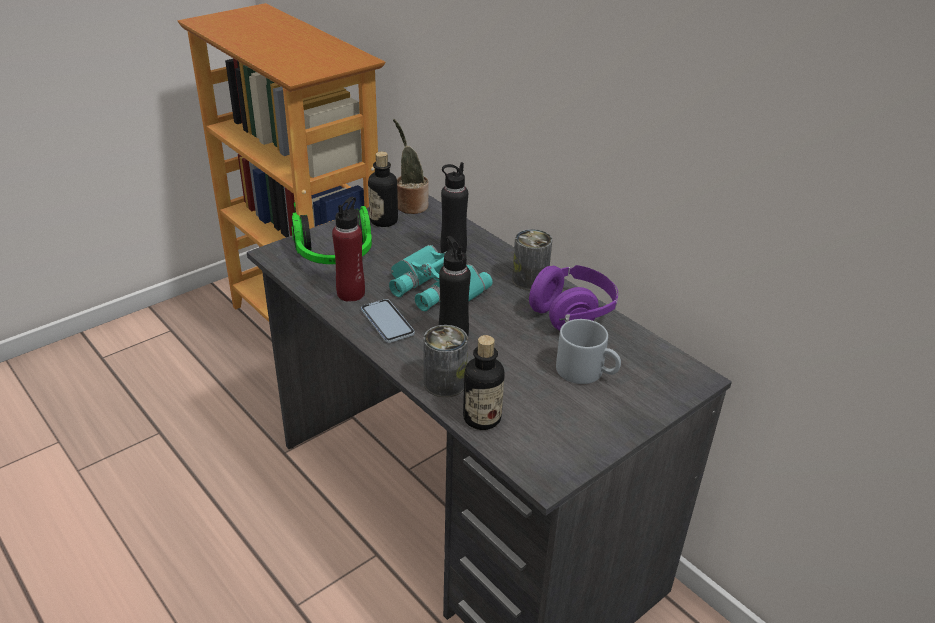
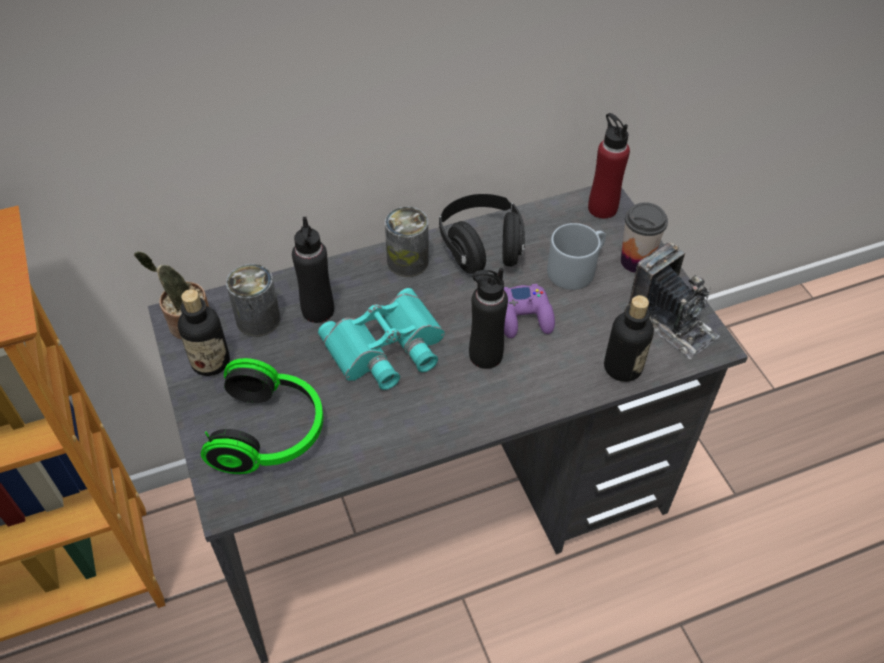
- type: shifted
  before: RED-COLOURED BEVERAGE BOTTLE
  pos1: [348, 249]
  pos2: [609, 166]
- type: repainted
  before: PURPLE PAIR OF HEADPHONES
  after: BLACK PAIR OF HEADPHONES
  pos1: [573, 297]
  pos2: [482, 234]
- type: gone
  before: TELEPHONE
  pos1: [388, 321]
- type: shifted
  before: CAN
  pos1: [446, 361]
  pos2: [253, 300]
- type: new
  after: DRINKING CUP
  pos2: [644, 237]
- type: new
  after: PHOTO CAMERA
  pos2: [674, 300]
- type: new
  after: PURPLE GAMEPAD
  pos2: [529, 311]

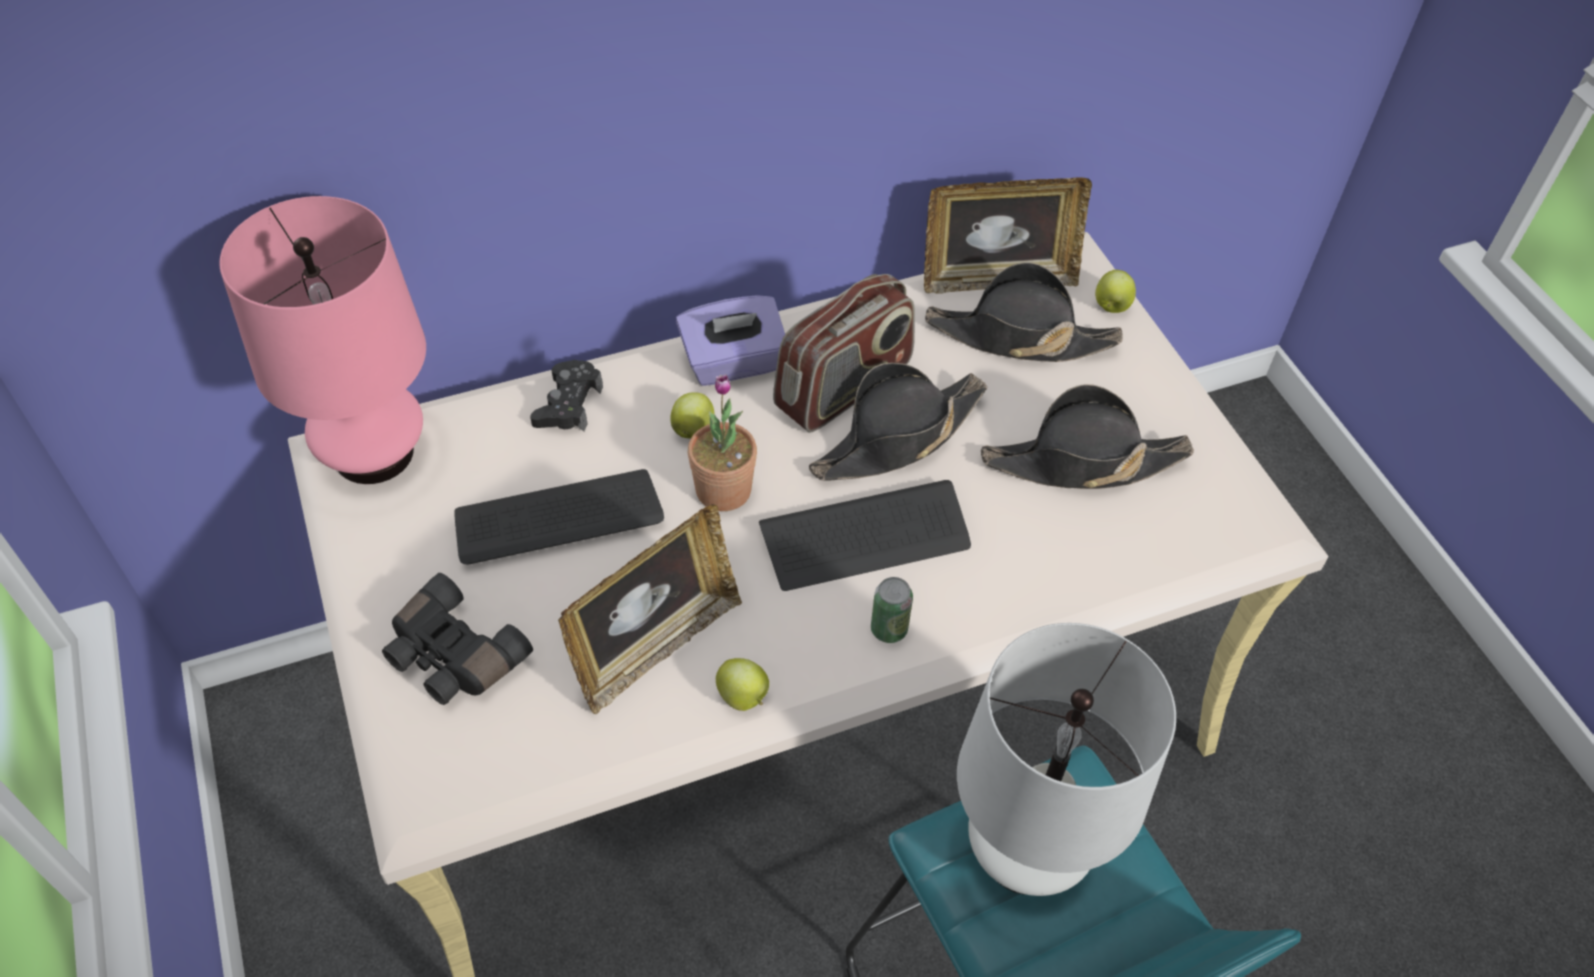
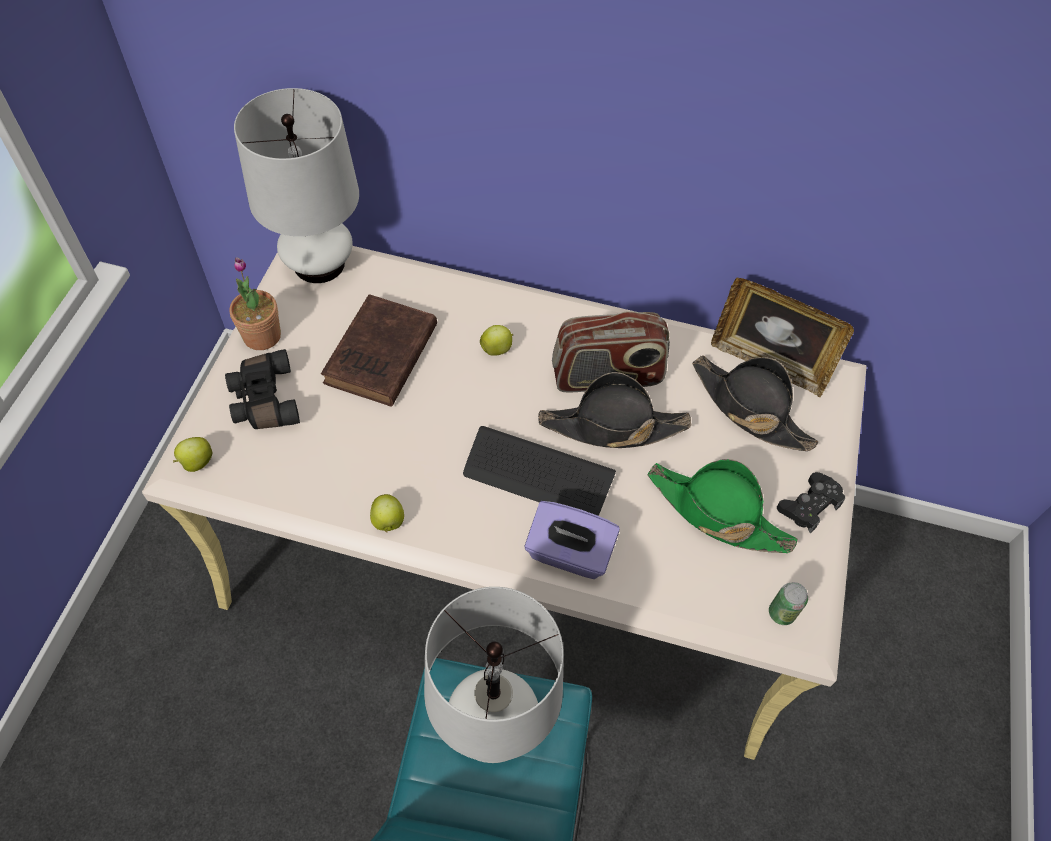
- type: repainted
  before: PINK LAMP FOR A TABLE
  after: WHITE LAMP FOR A TABLE
  pos1: [322, 340]
  pos2: [296, 185]
- type: shifted
  before: WHOLE APPLE
  pos1: [1115, 291]
  pos2: [192, 454]
- type: shifted
  before: PURPLE TISSUE HOLDER
  pos1: [730, 340]
  pos2: [572, 540]
- type: shifted
  before: BLACK GAMEPAD
  pos1: [566, 395]
  pos2: [811, 502]
- type: shifted
  before: HOUSEPLANT
  pos1: [722, 442]
  pos2: [255, 304]
- type: repainted
  before: BLACK WEARABLE HAT
  after: GREENISH WEARABLE HAT
  pos1: [1087, 436]
  pos2: [723, 506]
- type: swapped
  before: KEYBOARD
  after: BROWN-COLOURED VOLUME
  pos1: [559, 517]
  pos2: [379, 350]
- type: gone
  before: PICTURE FRAME
  pos1: [650, 609]
- type: shifted
  before: CAN
  pos1: [892, 610]
  pos2: [788, 603]

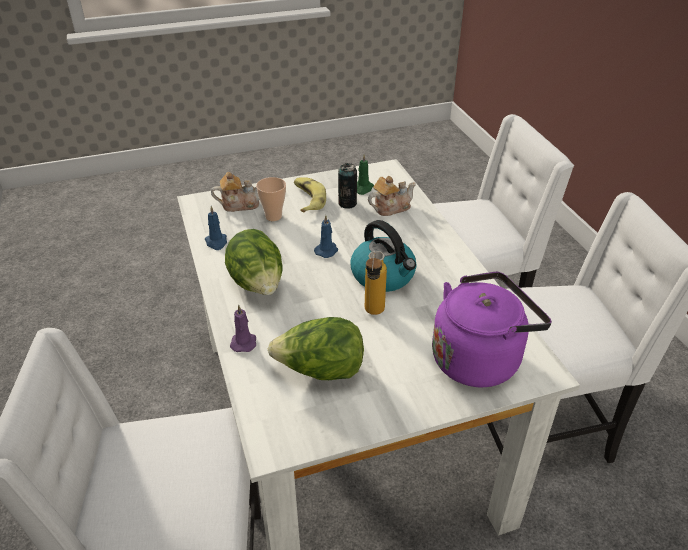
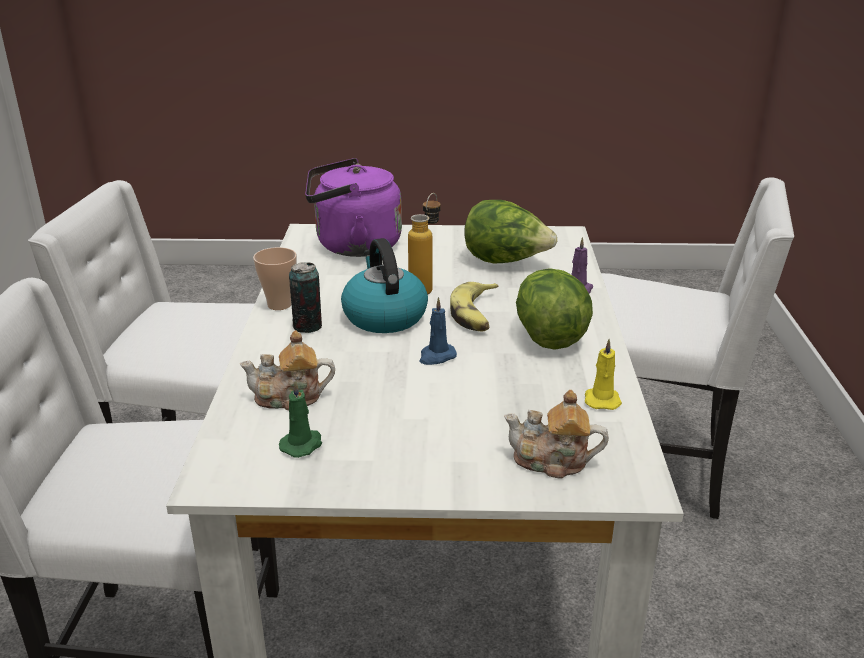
- type: shifted
  before: CAN
  pos1: [347, 186]
  pos2: [305, 297]
- type: shifted
  before: DRINKING CUP
  pos1: [271, 199]
  pos2: [275, 278]
- type: shifted
  before: BANANA FRUIT
  pos1: [310, 194]
  pos2: [474, 306]
- type: repainted
  before: BLUE WAX LIGHT
  after: YELLOW WAX LIGHT
  pos1: [216, 228]
  pos2: [603, 374]

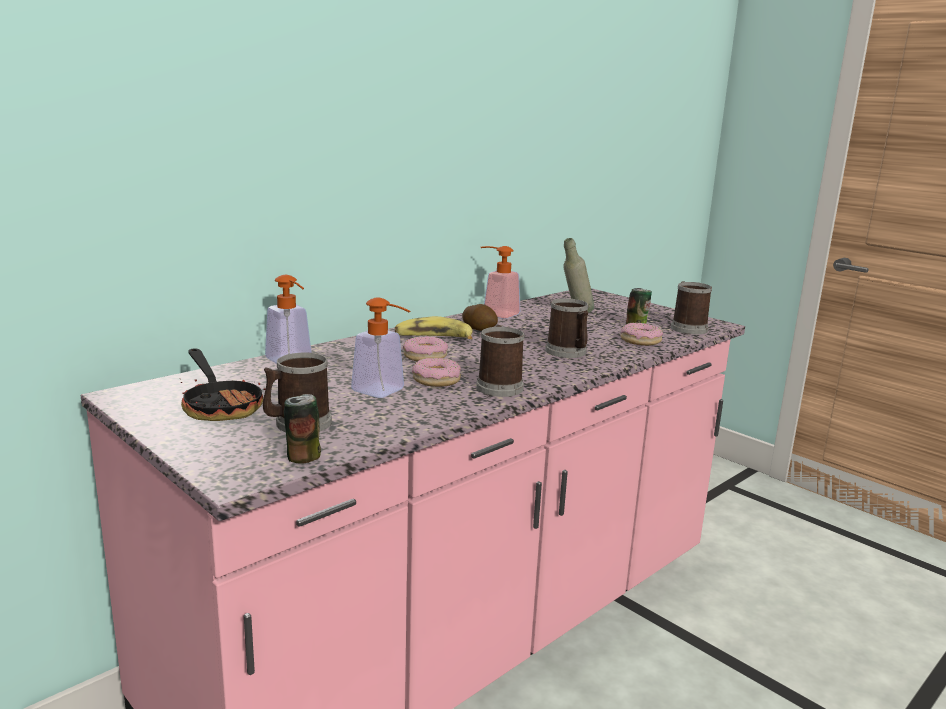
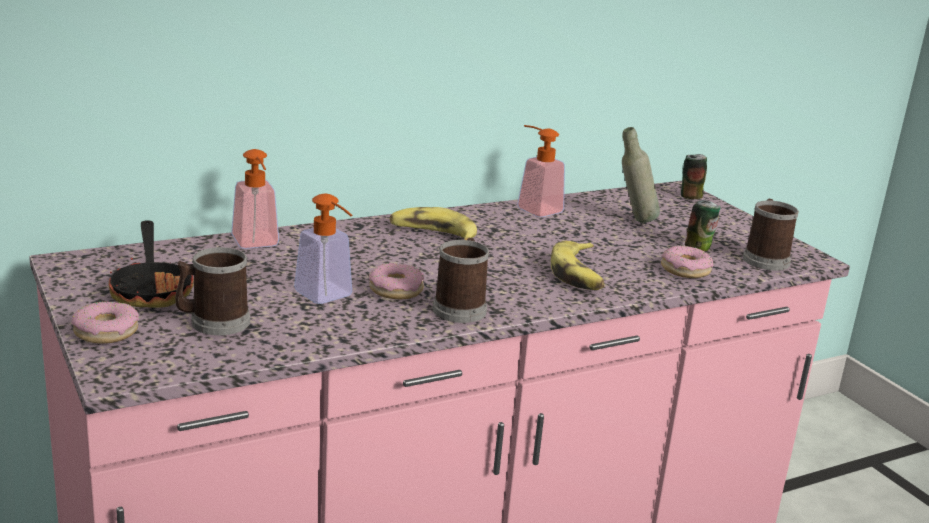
- type: swapped
  before: MUG
  after: BANANA FRUIT
  pos1: [567, 328]
  pos2: [578, 265]
- type: gone
  before: SPUD
  pos1: [480, 317]
- type: shifted
  before: DOUGHNUT
  pos1: [425, 348]
  pos2: [105, 322]
- type: shifted
  before: CAN
  pos1: [302, 429]
  pos2: [694, 176]

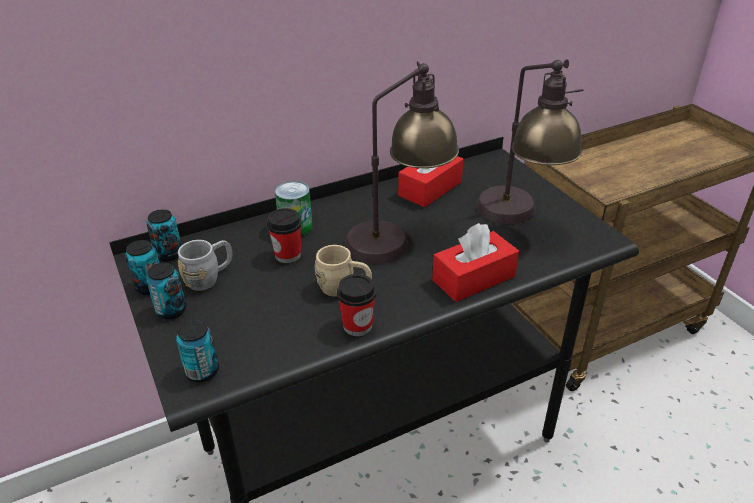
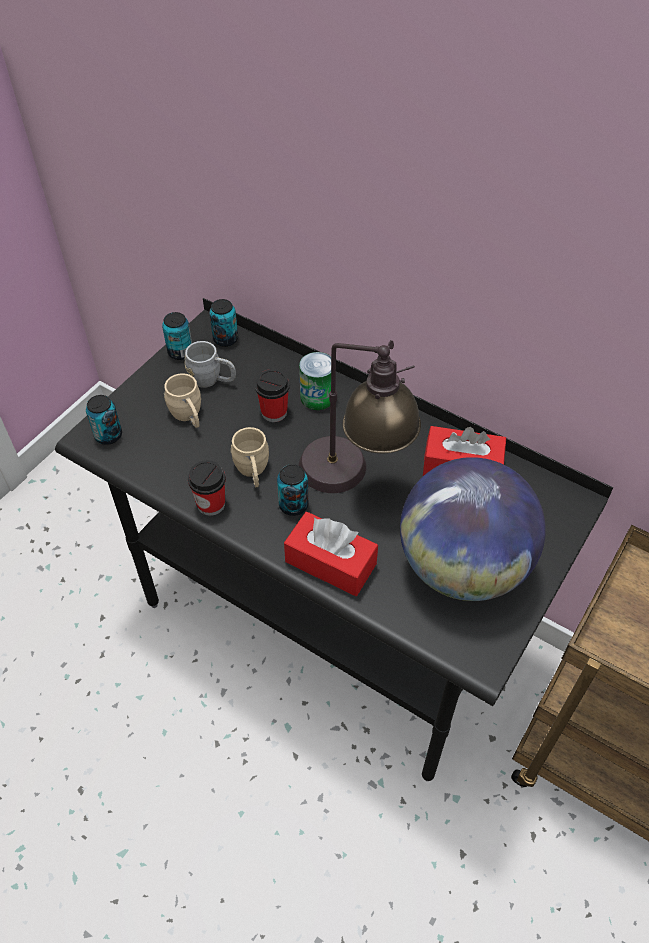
- type: swapped
  before: LAMP FOR A TABLE
  after: WORLD GLOBE
  pos1: [530, 141]
  pos2: [473, 529]
- type: shifted
  before: CAN
  pos1: [166, 291]
  pos2: [292, 490]
- type: new
  after: BEIGE MUG
  pos2: [182, 400]

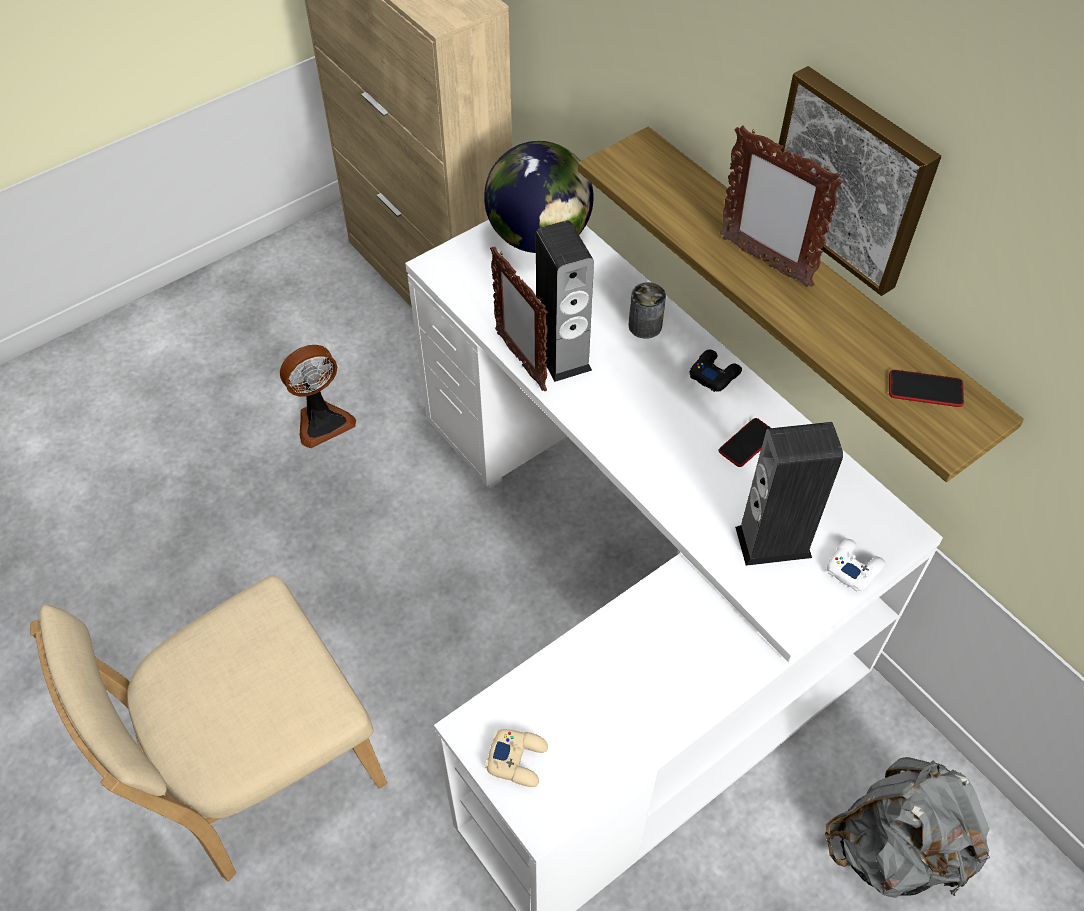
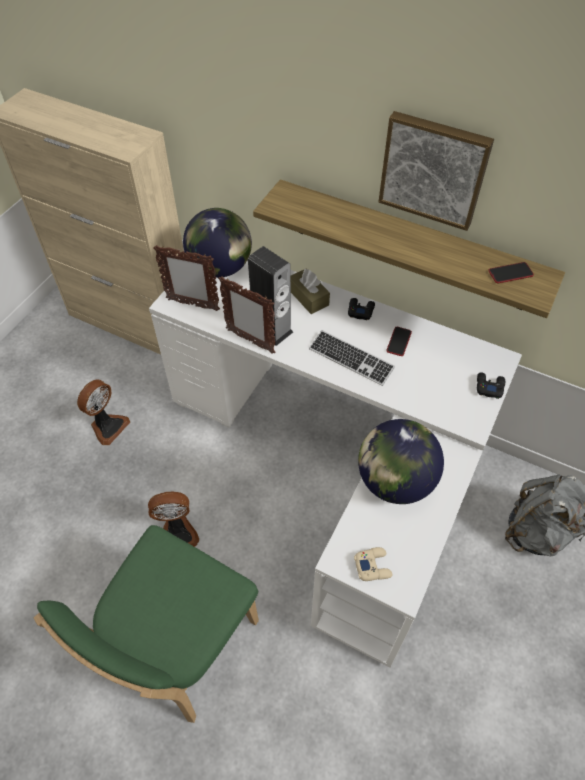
- type: shifted
  before: PICTURE FRAME
  pos1: [781, 206]
  pos2: [186, 278]
- type: swapped
  before: CAN
  after: BROWN-COLOURED TISSUE HOLDER
  pos1: [647, 310]
  pos2: [310, 291]
- type: gone
  before: LOUDSPEAKER
  pos1: [789, 494]
- type: repainted
  before: WHITE GAMEPAD
  after: BLACK GAMEPAD
  pos1: [856, 565]
  pos2: [491, 385]
- type: repainted
  before: BEIGE CHAIR
  after: GREENISH CHAIR
  pos1: [208, 728]
  pos2: [146, 624]
- type: new
  after: KEYBOARD
  pos2: [352, 358]
- type: new
  after: WORLD GLOBE
  pos2: [401, 461]
- type: new
  after: COOLING FAN
  pos2: [173, 519]

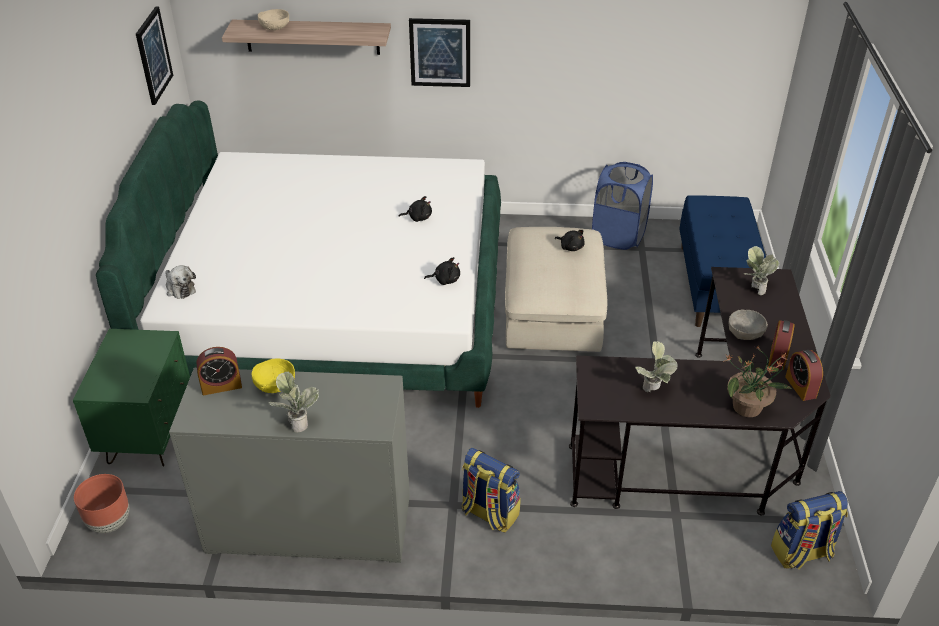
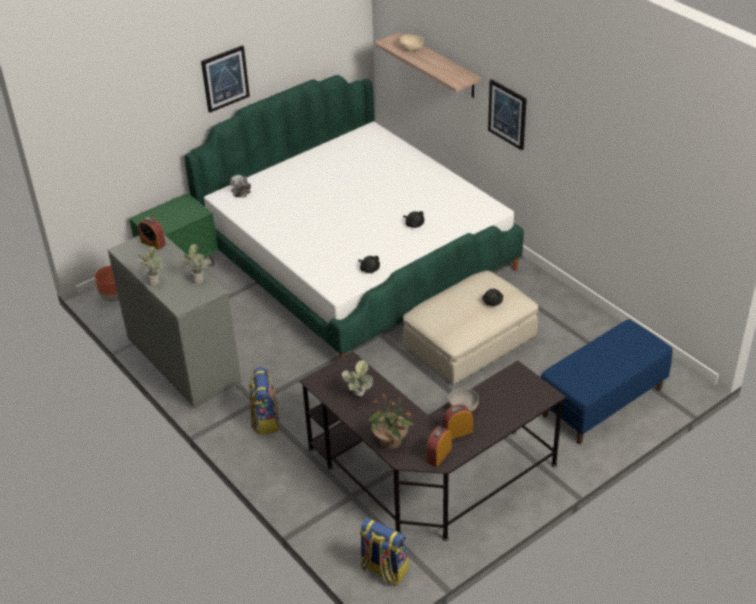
- type: shifted
  before: PICTURE
  pos1: [154, 56]
  pos2: [225, 79]
- type: gone
  before: BLUE HAMPER
  pos1: [622, 206]
- type: shifted
  before: HOUSEPLANT
  pos1: [761, 270]
  pos2: [196, 264]
- type: gone
  before: YELLOW BOWL
  pos1: [273, 376]

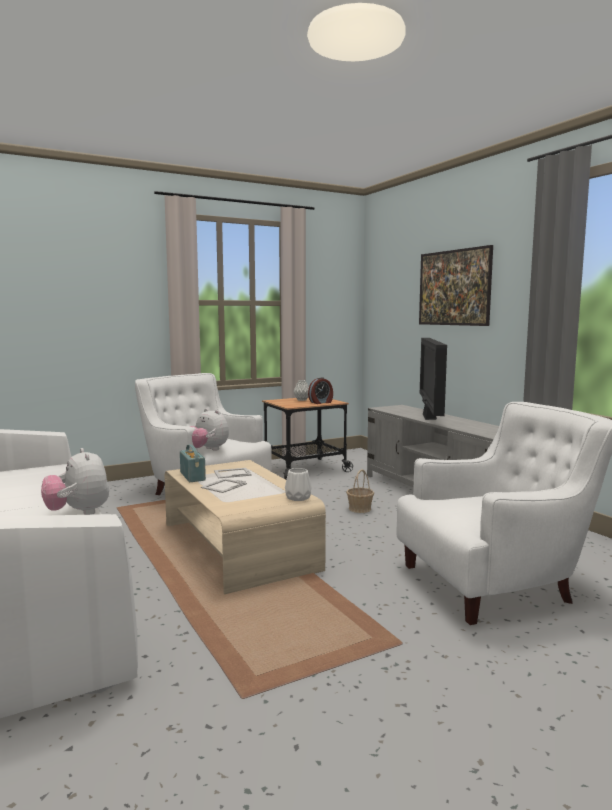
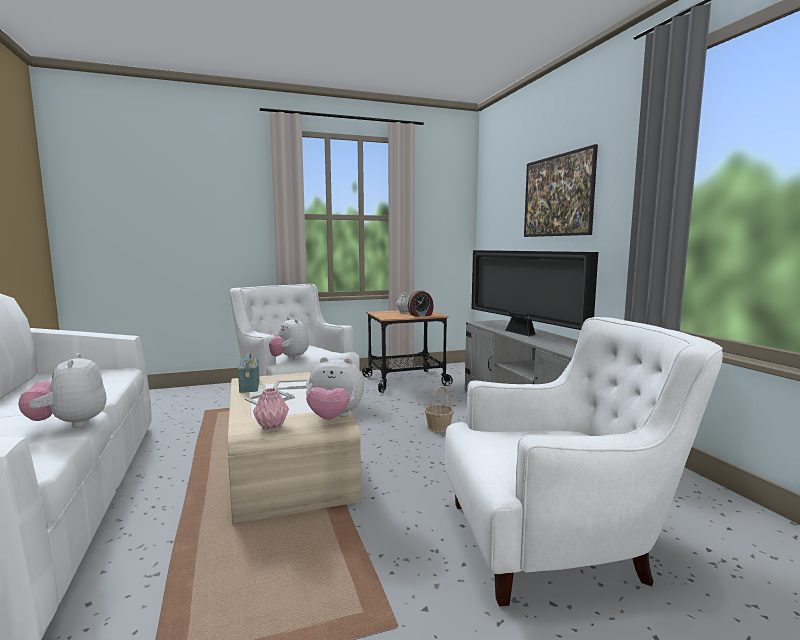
- type: rotated
  before: TV SET
  pos1: [433, 379]
  pos2: [535, 293]
  turn: -45
- type: swapped
  before: WHITE FLOWER VASE
  after: PLUSH TOY
  pos1: [298, 484]
  pos2: [335, 388]
- type: new
  after: PINK FLOWER VASE
  pos2: [271, 409]

